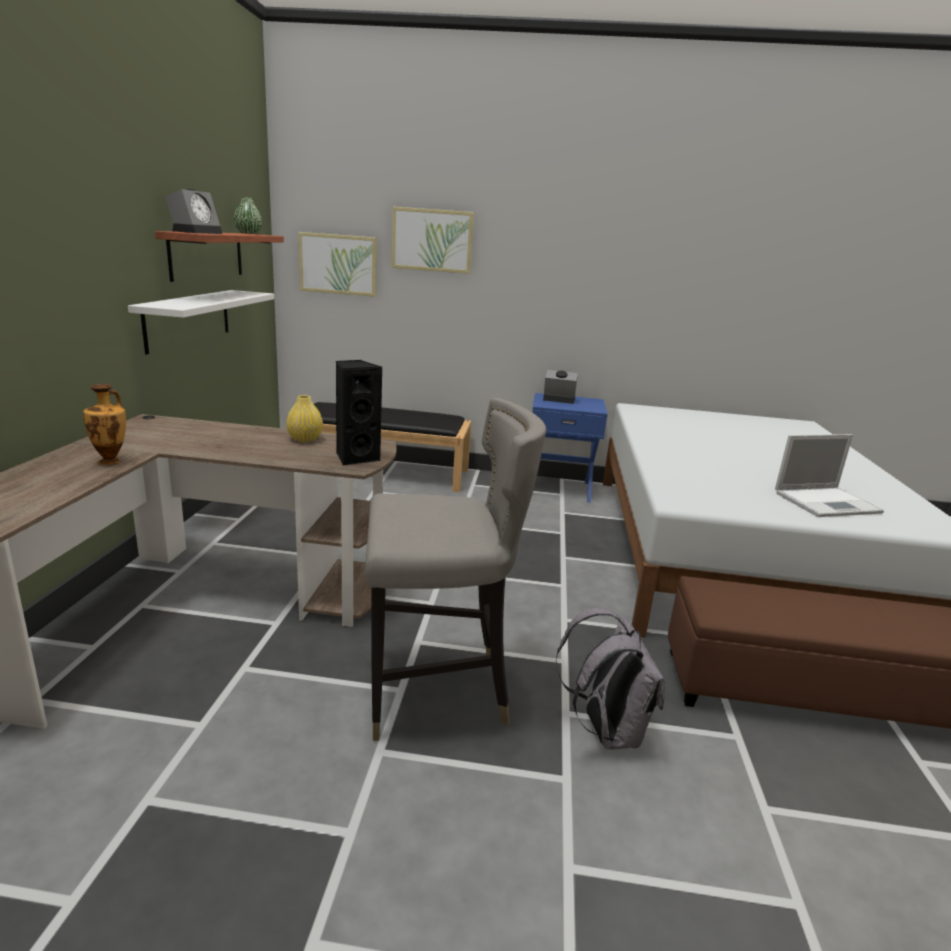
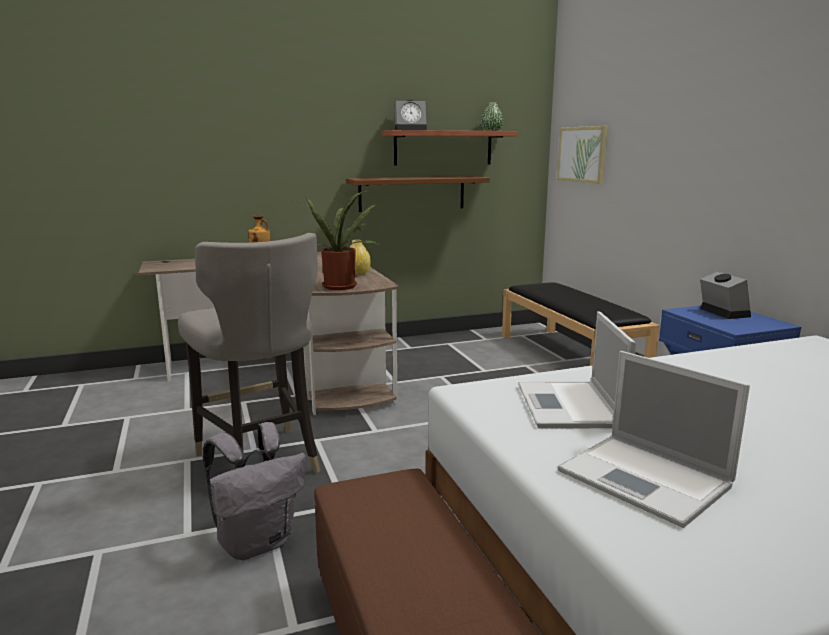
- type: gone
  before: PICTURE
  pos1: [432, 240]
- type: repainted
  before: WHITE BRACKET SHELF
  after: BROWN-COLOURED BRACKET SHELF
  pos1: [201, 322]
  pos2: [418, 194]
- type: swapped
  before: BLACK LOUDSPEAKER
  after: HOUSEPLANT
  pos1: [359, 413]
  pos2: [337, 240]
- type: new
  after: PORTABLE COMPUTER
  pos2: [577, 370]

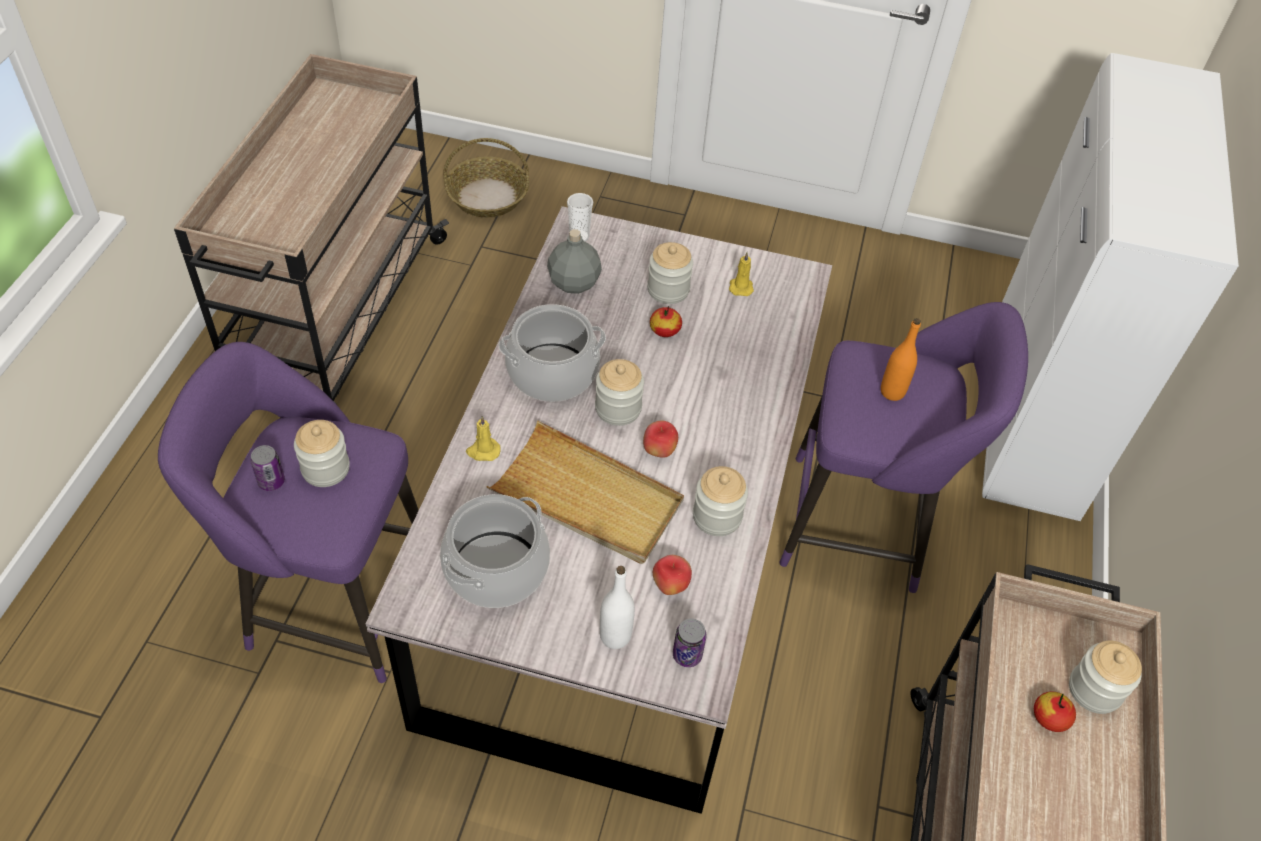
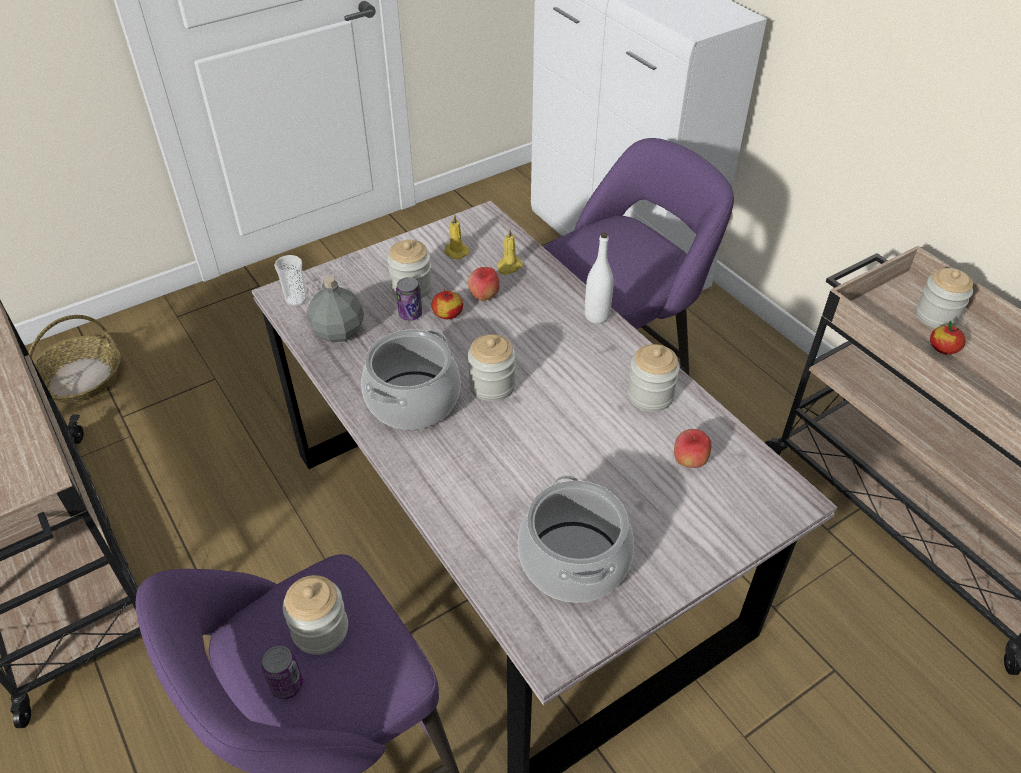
- type: gone
  before: ORANGE-COLOURED BEVERAGE BOTTLE
  pos1: [901, 359]
- type: shifted
  before: YELLOW WAX LIGHT
  pos1: [483, 438]
  pos2: [510, 251]
- type: gone
  before: BEIGE CARRYING TRAY
  pos1: [585, 492]
- type: shifted
  before: WHOLE APPLE
  pos1: [660, 439]
  pos2: [484, 284]
- type: shifted
  before: WHITE BEVERAGE BOTTLE
  pos1: [617, 607]
  pos2: [599, 278]
- type: shifted
  before: CAN
  pos1: [690, 643]
  pos2: [409, 299]

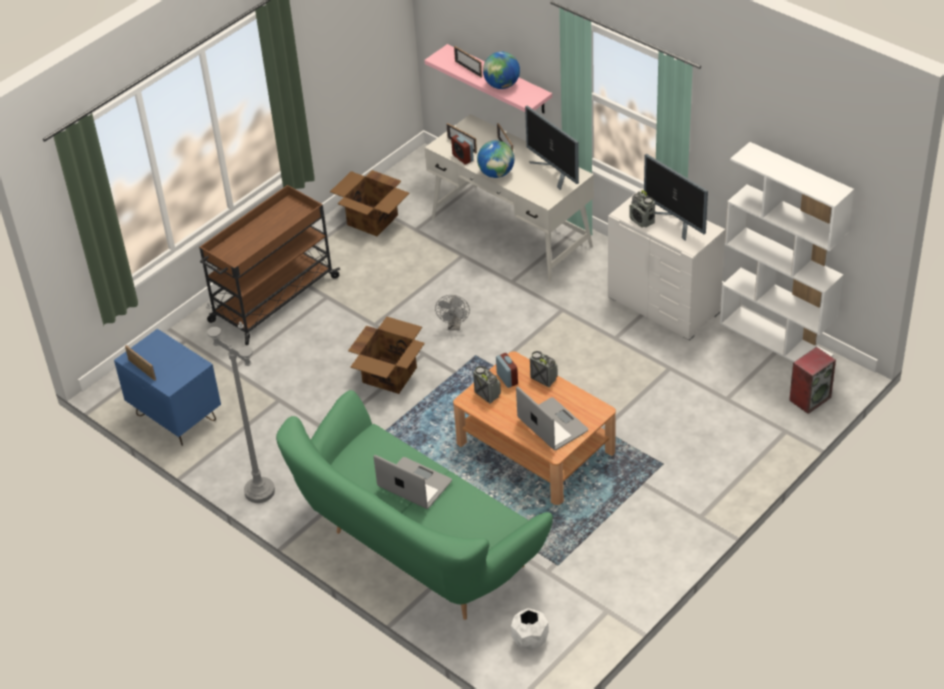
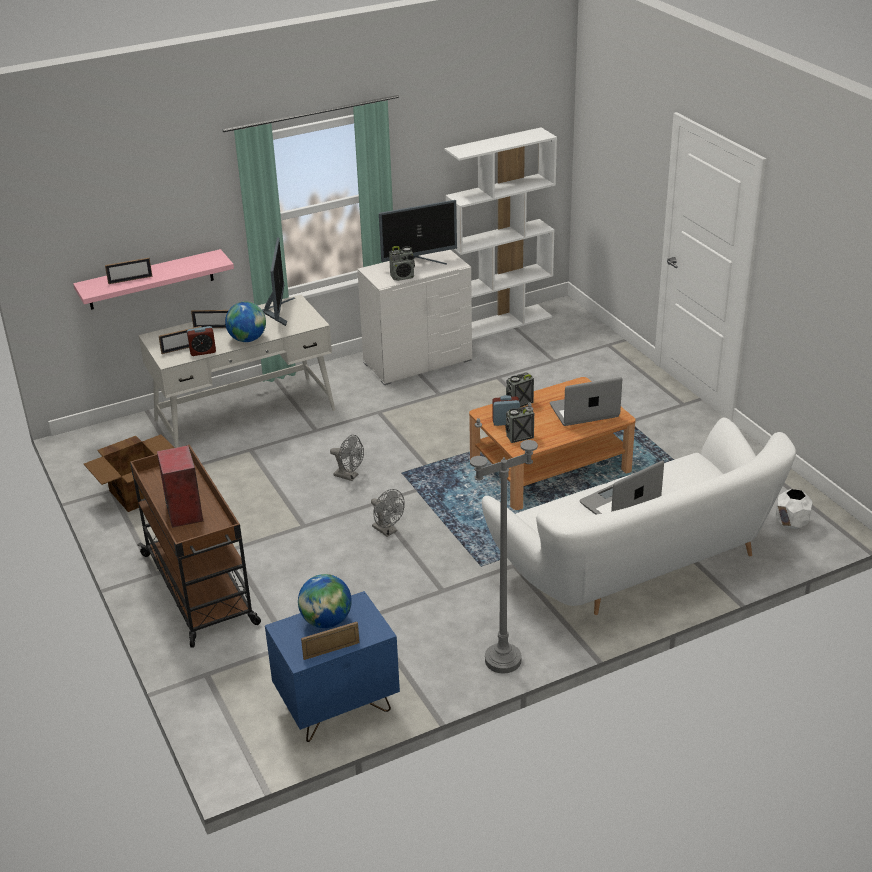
- type: shifted
  before: WORLD GLOBE
  pos1: [501, 70]
  pos2: [325, 601]
- type: rotated
  before: COMPUTER DISPLAY
  pos1: [552, 147]
  pos2: [278, 282]
  turn: -75
- type: swapped
  before: PACKING BOX
  after: GRAY COOLING FAN
  pos1: [386, 355]
  pos2: [388, 513]
- type: shifted
  before: LOUDSPEAKER
  pos1: [812, 380]
  pos2: [180, 486]
- type: repainted
  before: GREENISH SOFA
  after: WHITE SOFA
  pos1: [414, 505]
  pos2: [639, 516]

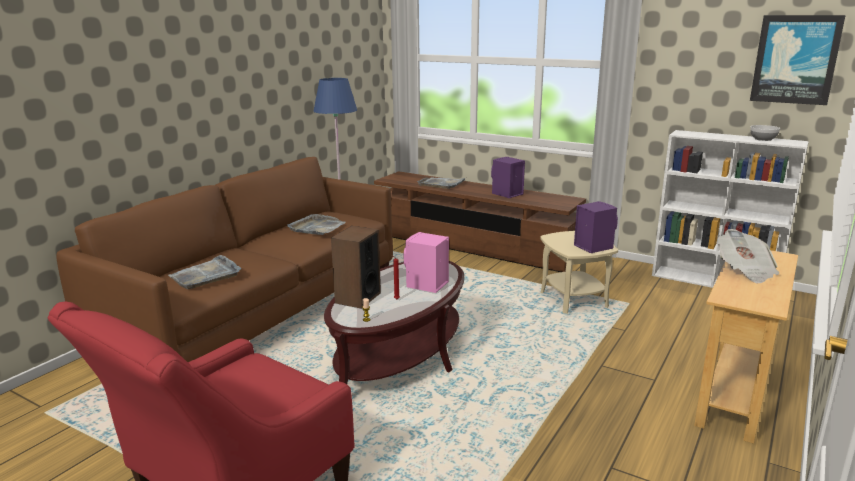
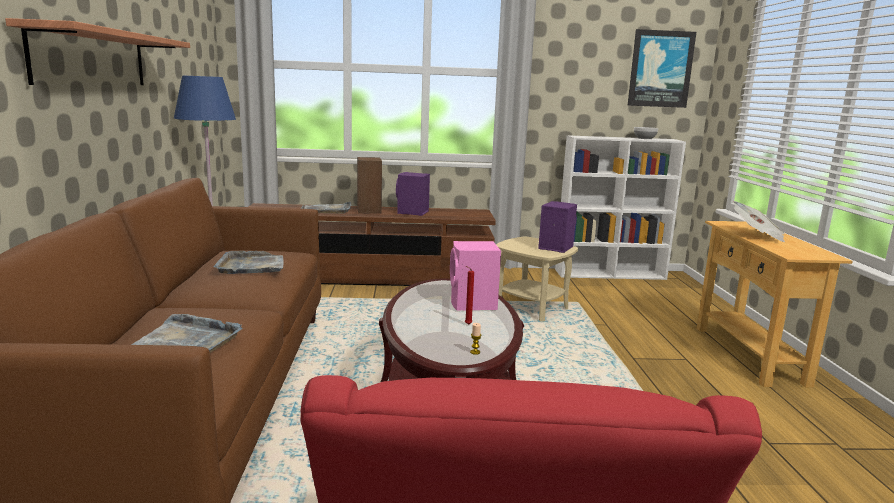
- type: shifted
  before: LOUDSPEAKER
  pos1: [356, 267]
  pos2: [369, 185]
- type: new
  after: BRACKET SHELF
  pos2: [97, 51]

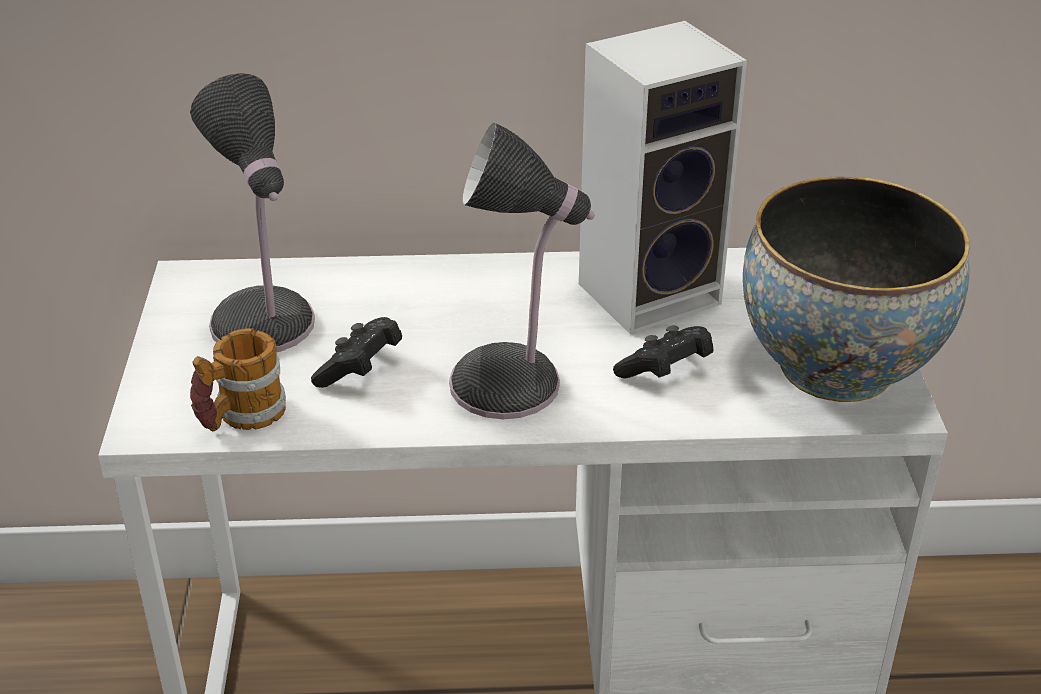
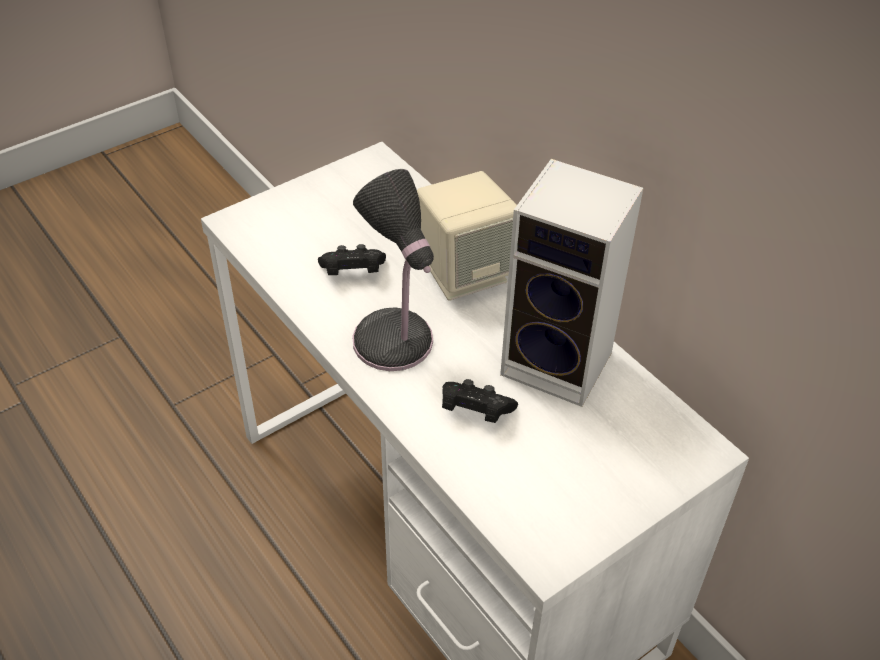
- type: gone
  before: LAMP FOR A TABLE
  pos1: [252, 212]
- type: gone
  before: BOWL
  pos1: [856, 289]
- type: gone
  before: MUG
  pos1: [238, 380]
- type: new
  after: BEIGE LOUDSPEAKER
  pos2: [467, 236]

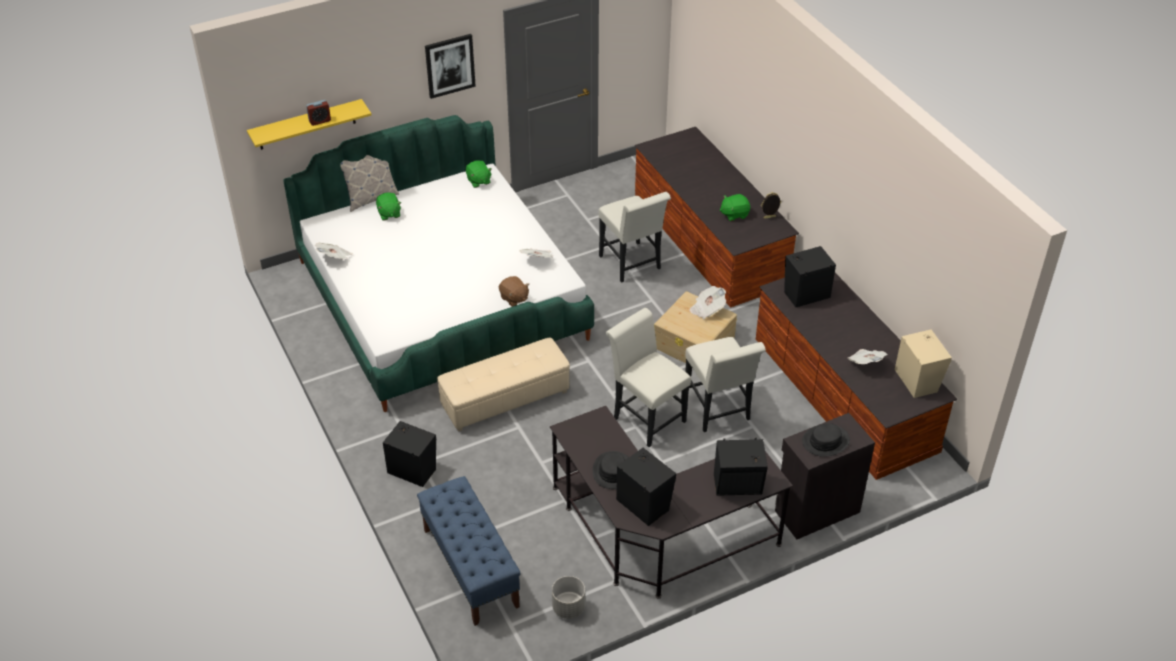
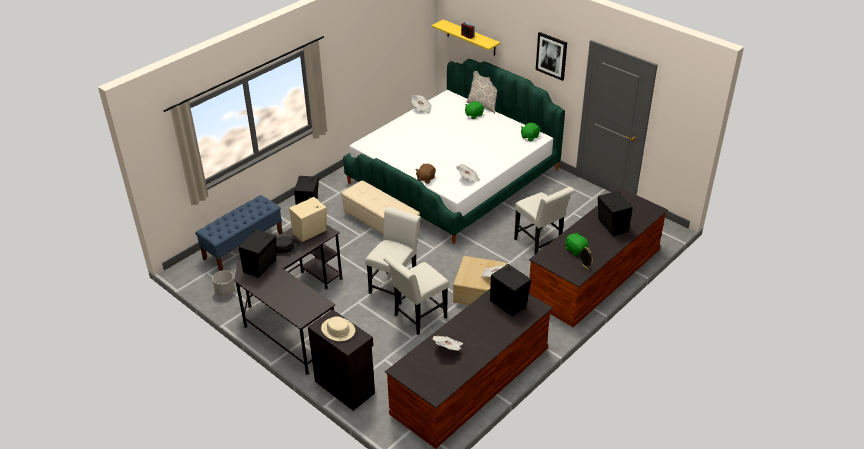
- type: rotated
  before: WHITE CHAIR
  pos1: [634, 237]
  pos2: [544, 221]
  turn: -75
- type: shifted
  before: BEIGE LOUDSPEAKER
  pos1: [923, 363]
  pos2: [308, 219]
- type: repainted
  before: BLACK WEARABLE HAT
  after: BEIGE WEARABLE HAT
  pos1: [826, 440]
  pos2: [338, 328]
- type: shifted
  before: BLACK LOUDSPEAKER
  pos1: [741, 467]
  pos2: [615, 213]

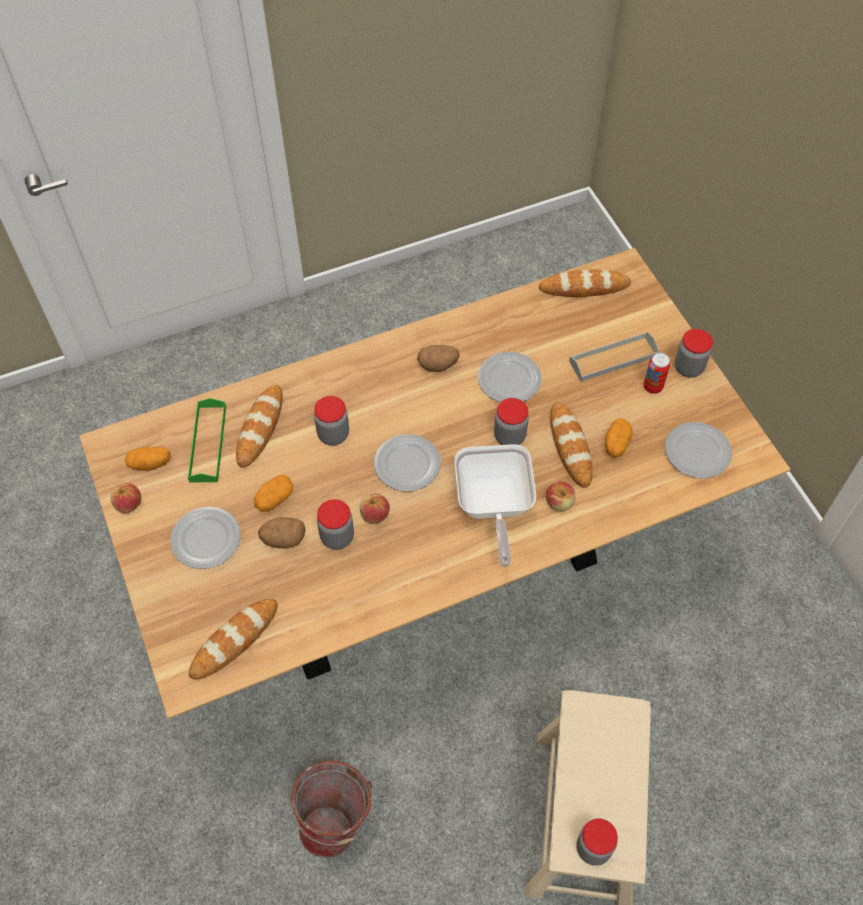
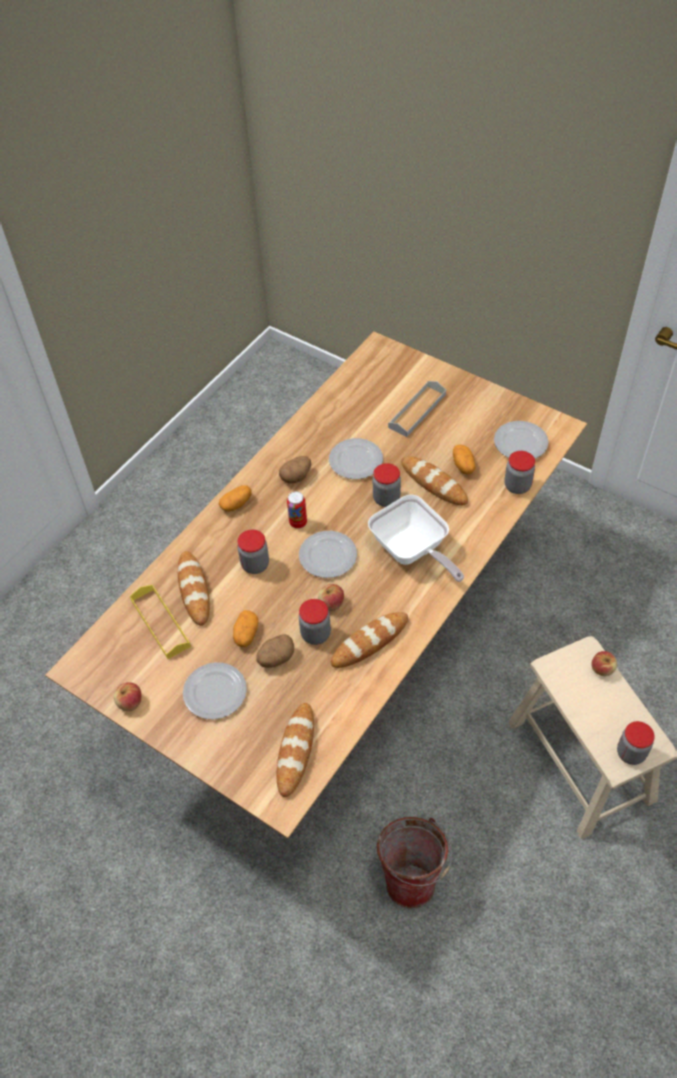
- type: shifted
  before: BAKERY BREAD
  pos1: [585, 283]
  pos2: [369, 640]
- type: shifted
  before: STORAGE JAR
  pos1: [694, 353]
  pos2: [519, 472]
- type: shifted
  before: CAN
  pos1: [656, 373]
  pos2: [297, 510]
- type: repainted
  before: GREENISH CARRYING TRAY
  after: YELLOW CARRYING TRAY
  pos1: [207, 440]
  pos2: [160, 622]
- type: shifted
  before: SPUD
  pos1: [147, 459]
  pos2: [235, 498]
- type: shifted
  before: WHOLE APPLE
  pos1: [560, 496]
  pos2: [604, 663]

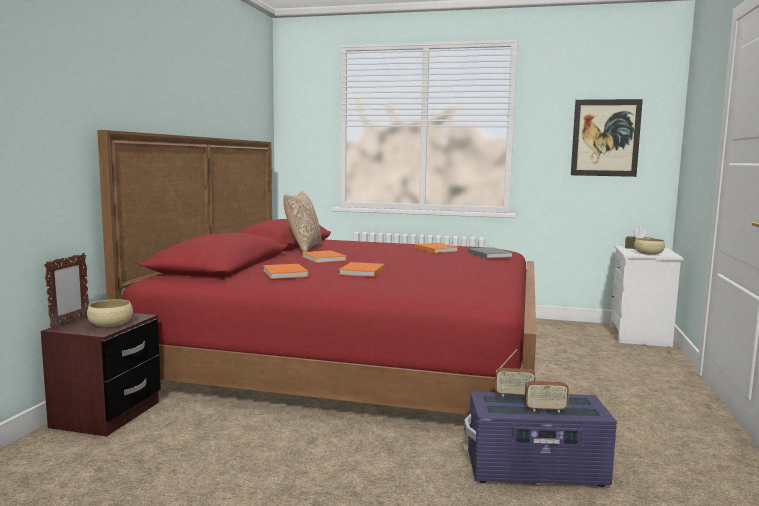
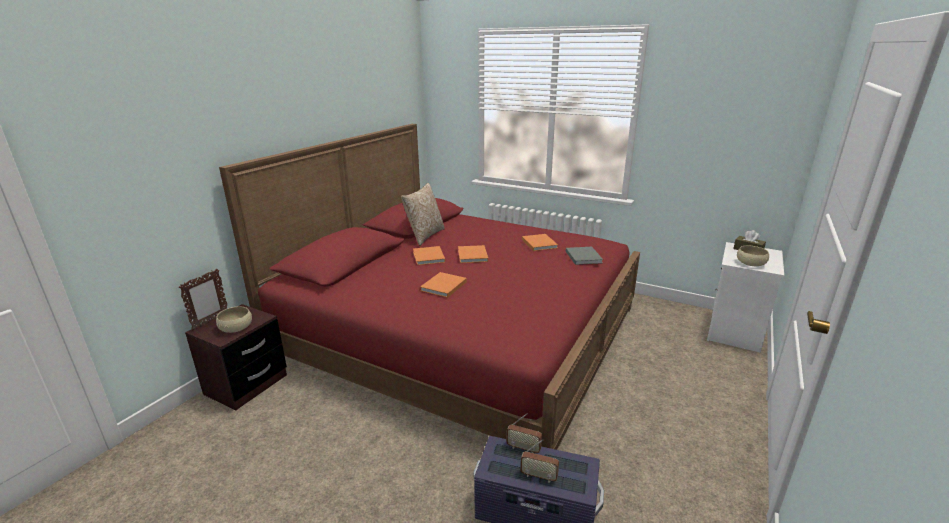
- type: gone
  before: PICTURE
  pos1: [607, 138]
- type: shifted
  before: ORANGE-COLOURED VOLUME
  pos1: [286, 271]
  pos2: [473, 254]

